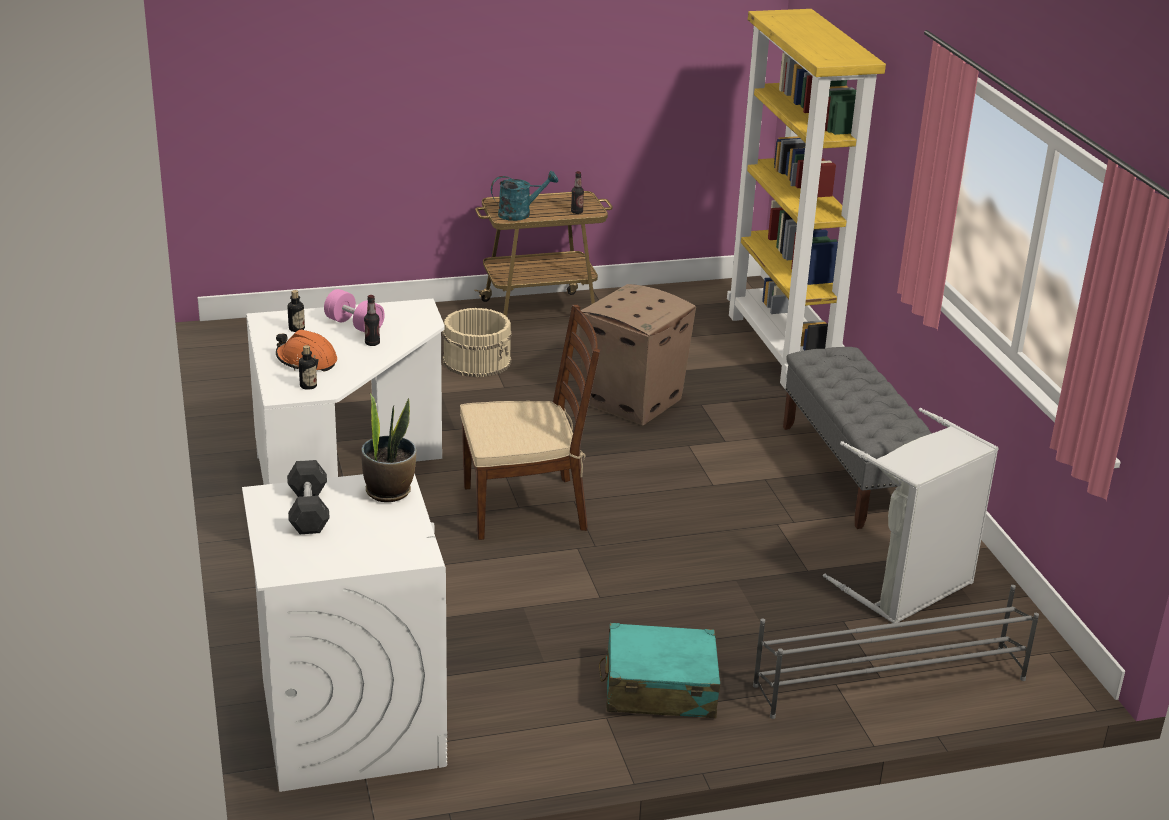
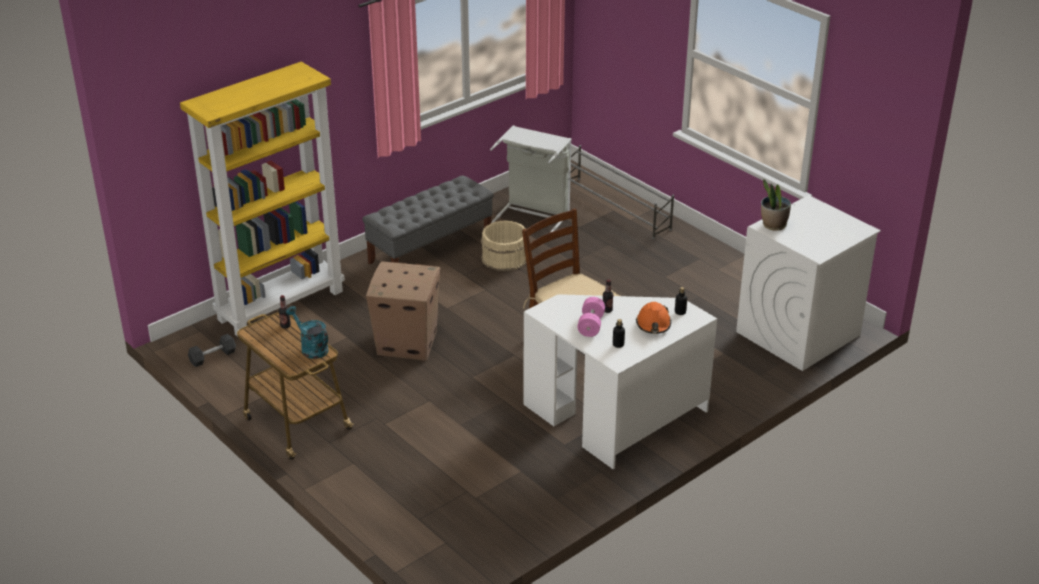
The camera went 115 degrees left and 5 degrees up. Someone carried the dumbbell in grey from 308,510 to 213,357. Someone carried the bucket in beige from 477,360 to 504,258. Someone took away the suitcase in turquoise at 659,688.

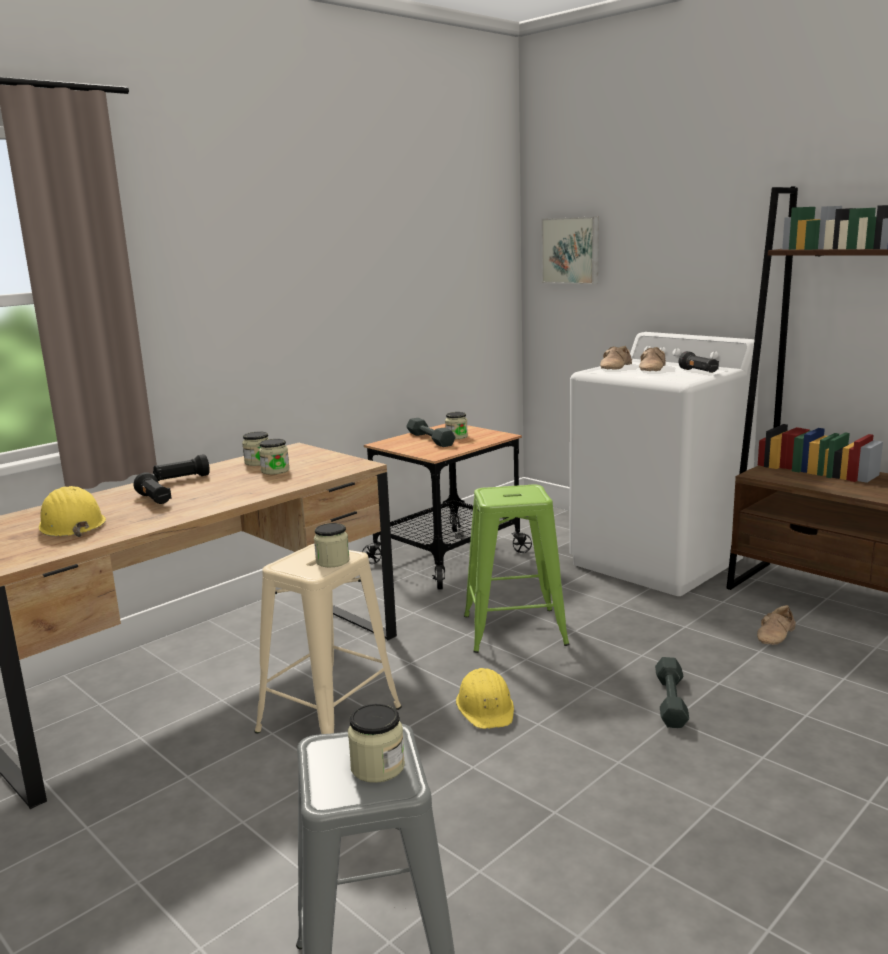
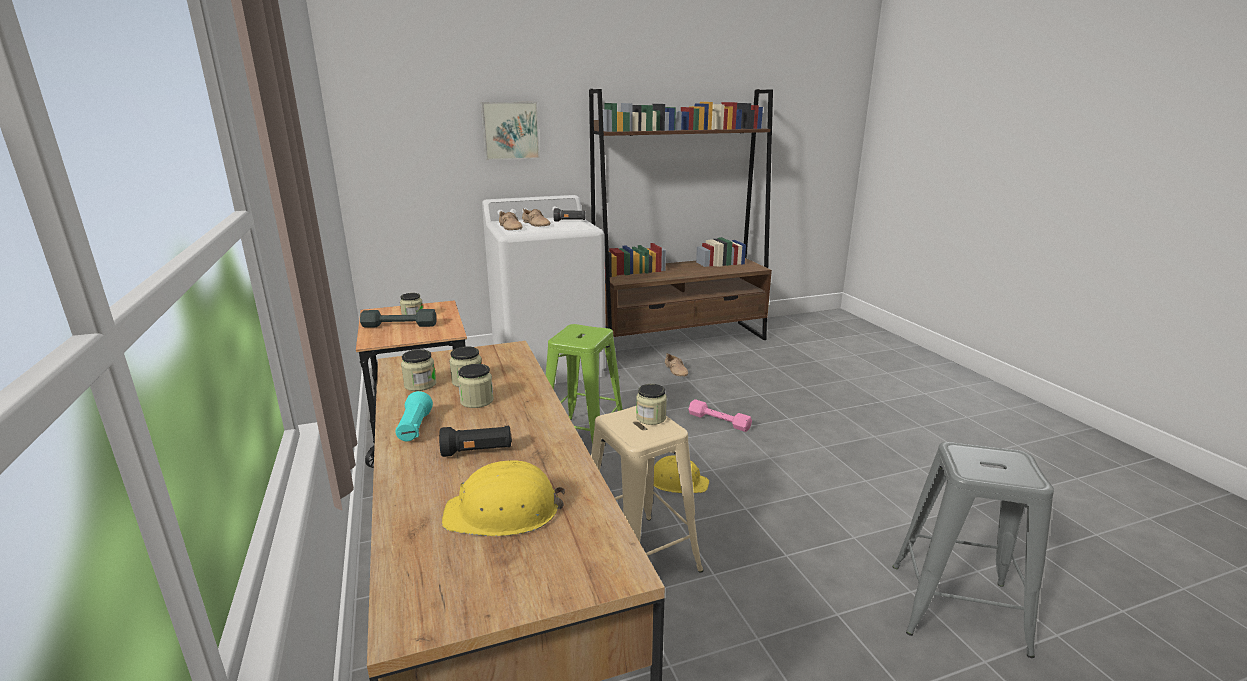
The camera went 65 degrees left and 5 degrees up. Someone repainted the flashlight in black at 182,479, which became the flashlight in turquoise at 414,429. Someone carried the jar from 377,767 to 477,401. Someone carried the picture from 571,250 to 510,130. Someone repainted the dumbbell in grey at 671,700, which became the dumbbell in pink at 719,421.

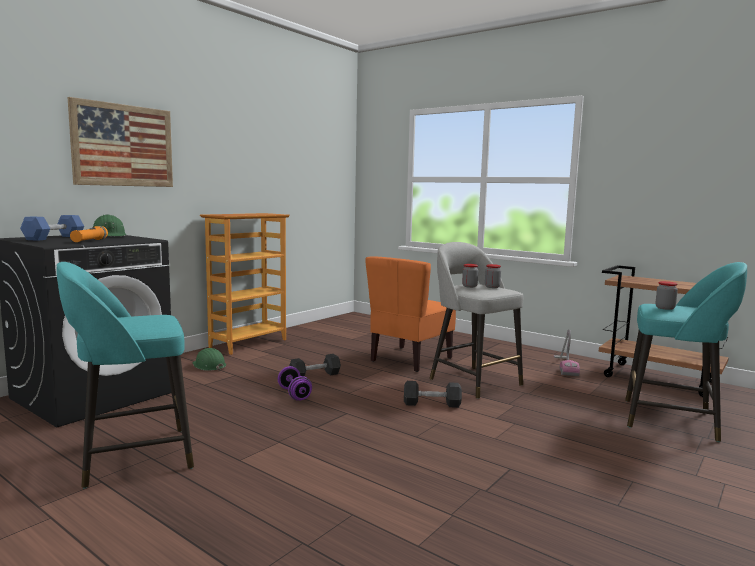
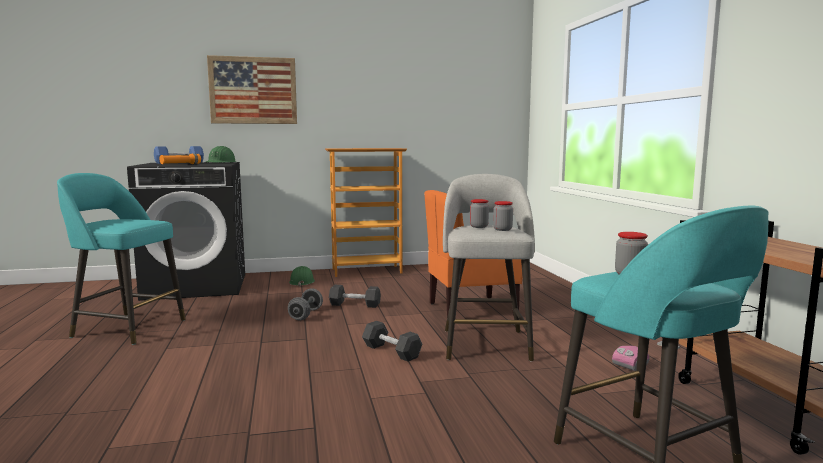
The camera went 40 degrees right and 0 degrees up. Someone repainted the dumbbell in purple at 294,394, which became the dumbbell in grey at 306,314.

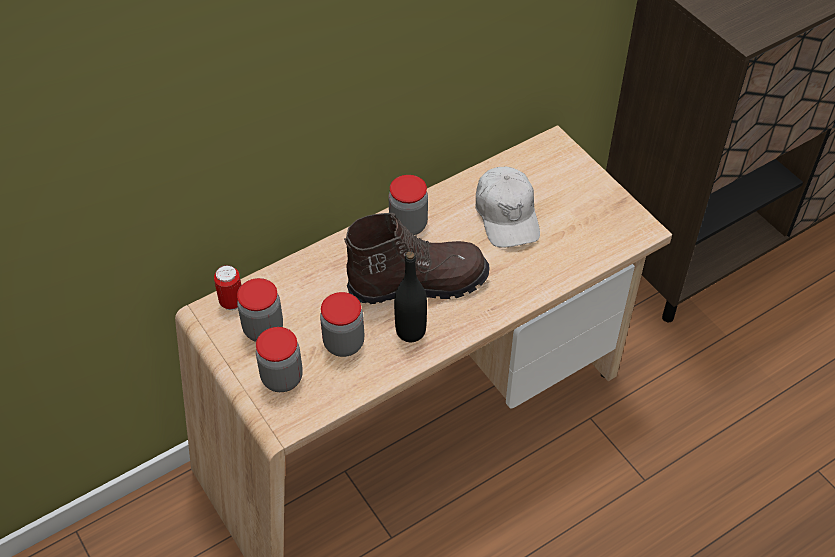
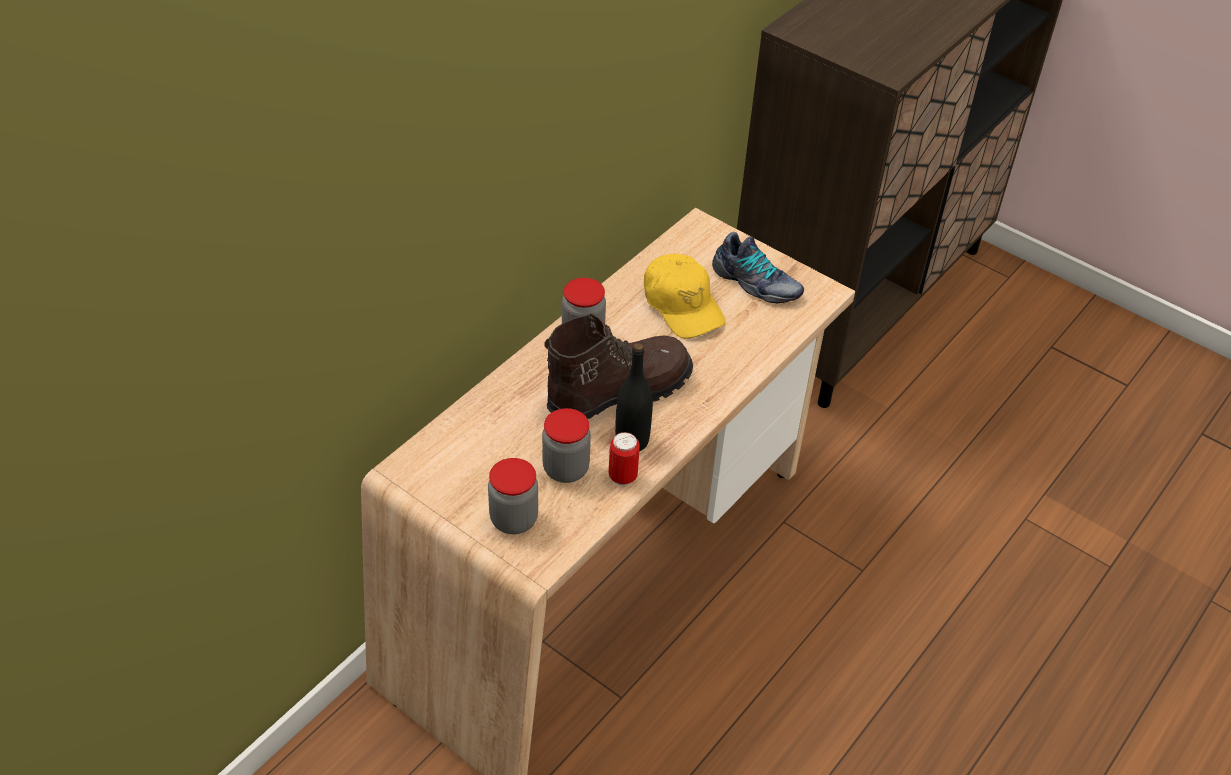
The camera went 20 degrees left and 5 degrees down. Someone carried the can from 232,302 to 622,477. Someone repainted the cap in white at 507,215, which became the cap in yellow at 682,305. Someone put down the shoe at 755,284. Someone took away the jar at 263,329.

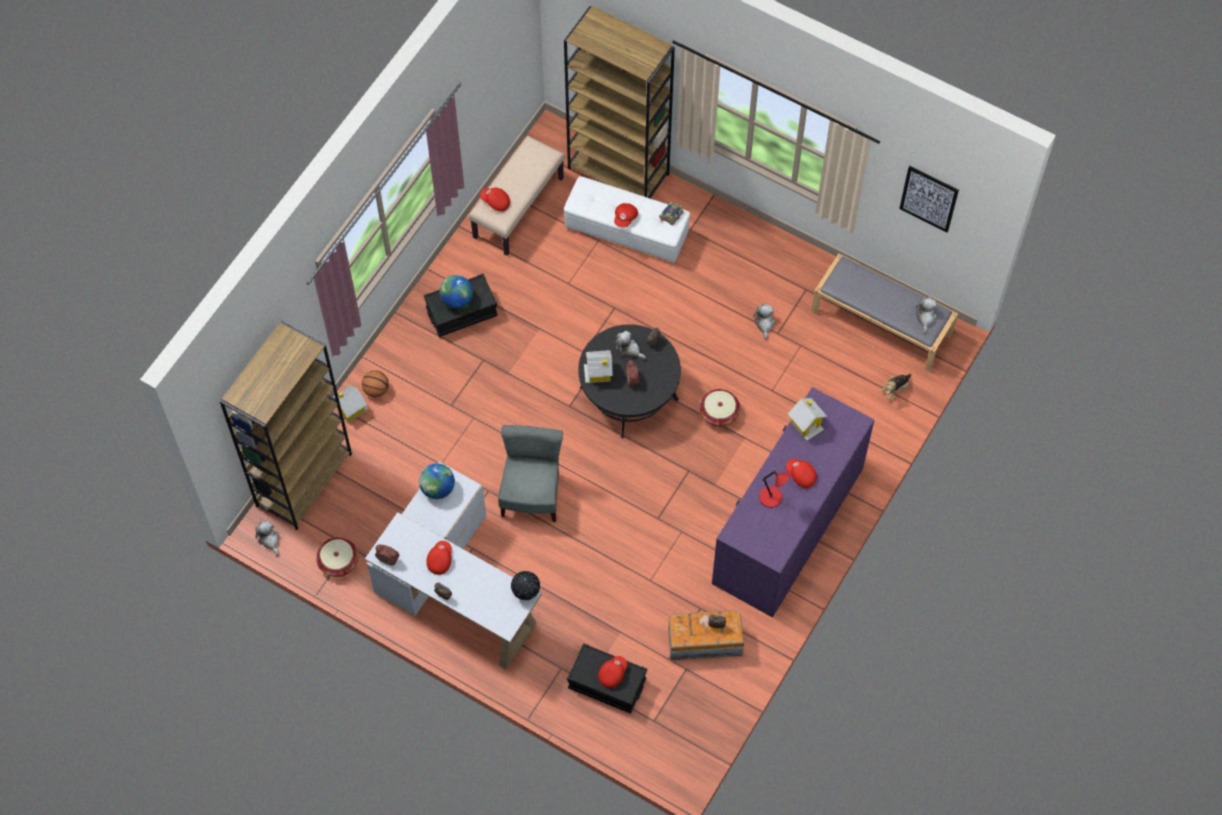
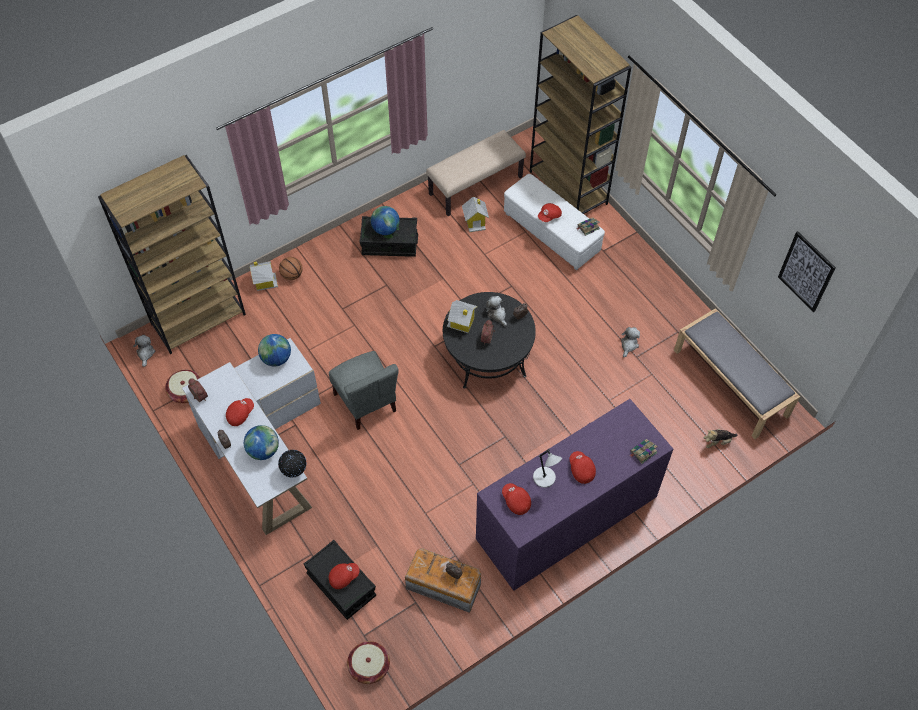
The camera went 25 degrees right and 5 degrees down. Someone put down the globe at 263,450. Someone rotated the chair in grey at 531,494 by 120 degrees clockwise. Someone carried the basket from 719,413 to 369,666. Someone carried the toy house from 806,424 to 475,222. Someone carried the cap in red from 495,202 to 515,501. Someone repainted the table lamp in red at 772,497, which became the table lamp in grey at 545,478. Someone put down the book at 643,452. Someone took away the plush toy at 925,317.

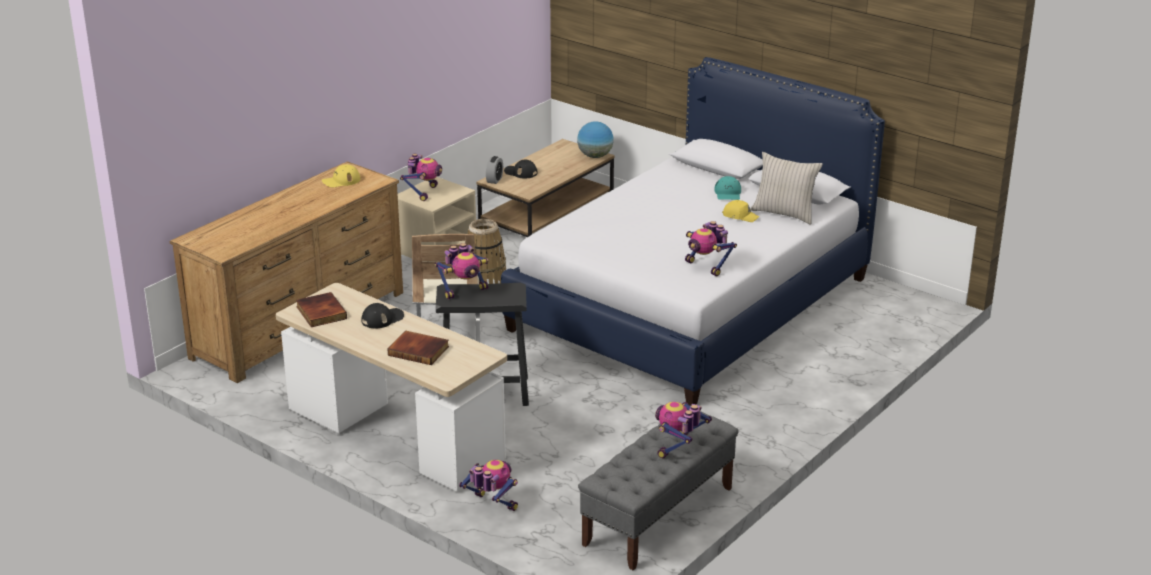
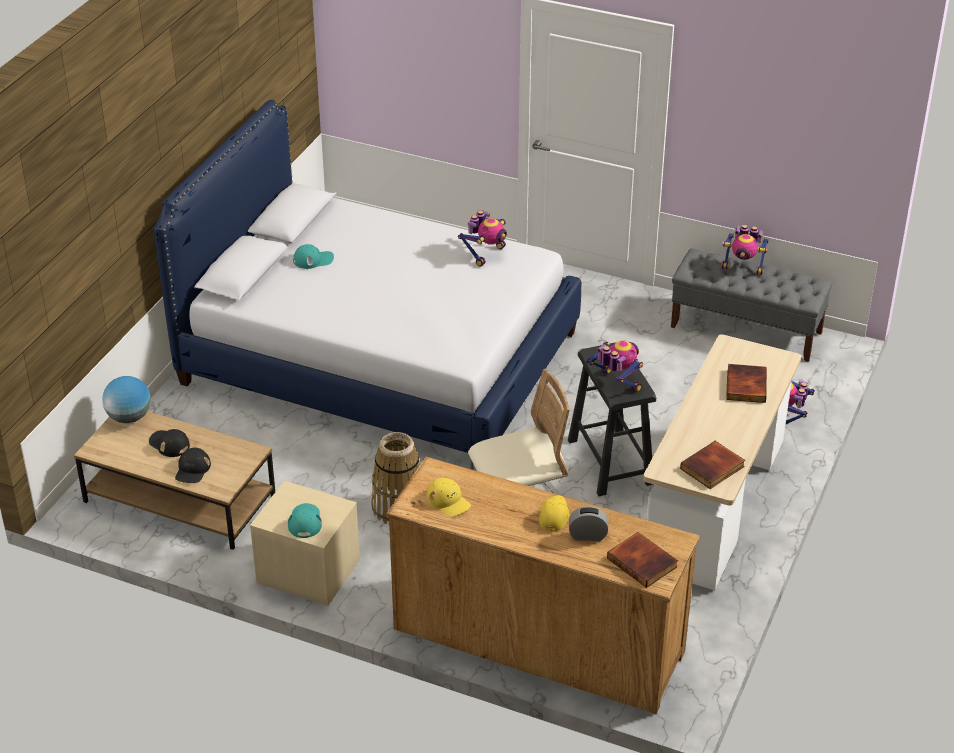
The camera went 105 degrees left and 10 degrees up. Someone carried the cap in black from 382,319 to 169,444. Someone swapped the toy robot at 423,192 for the cap in turquoise at 305,522. Someone carried the cap in yellow from 740,216 to 553,516. Someone carried the alarm clock from 494,180 to 588,536. Someone put down the book at 643,562. Someone took away the pillow in beige at 784,213.

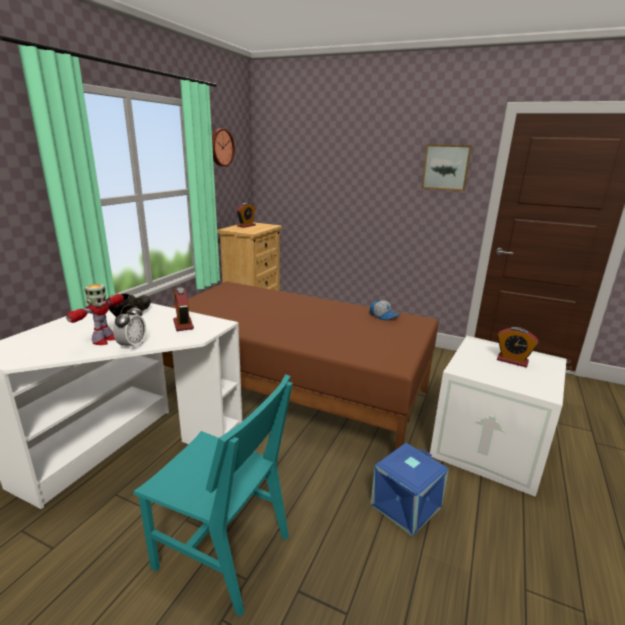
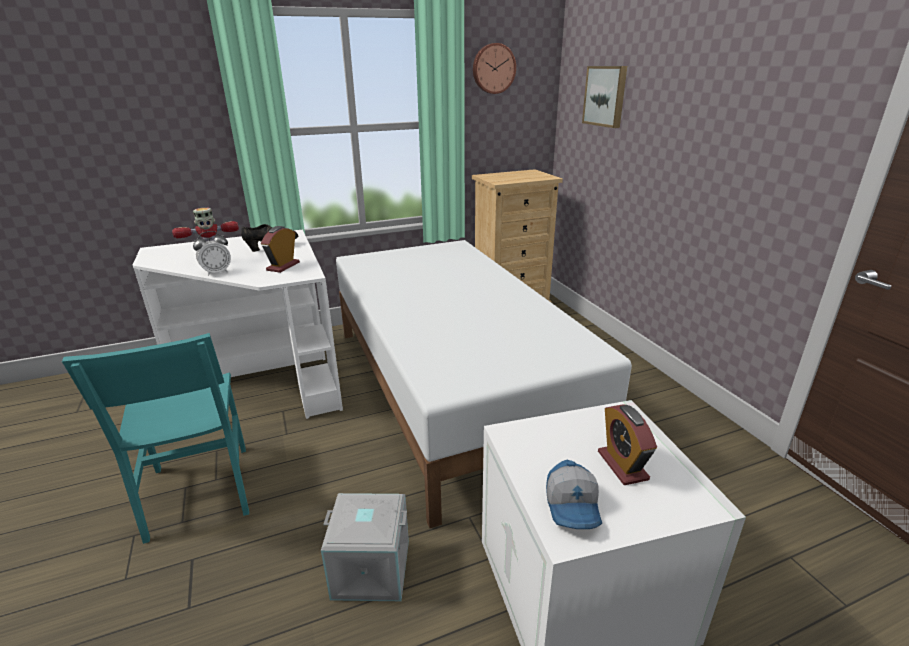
The camera went 45 degrees right and 5 degrees up. Someone repainted the storage box in blue at 406,507, which became the storage box in grey at 370,570. Someone repainted the bed in brown at 294,389, which became the bed in white at 453,388. Someone carried the cap from 384,316 to 573,506. Someone carried the picture from 446,167 to 606,96. Someone took away the alarm clock at 246,226.

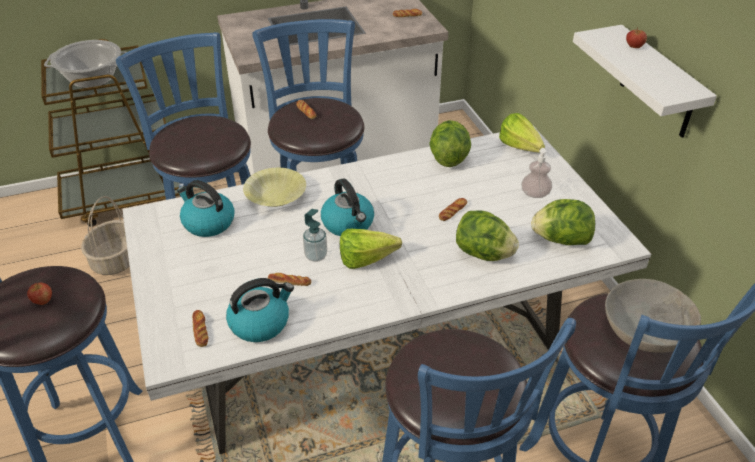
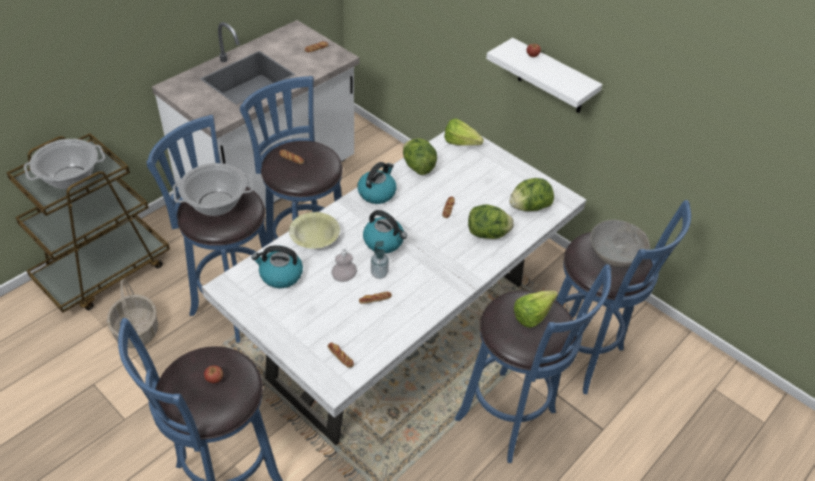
The camera went 30 degrees left and 5 degrees up. Someone put down the cooking pot at 215,204. Someone carried the soap dispenser from 535,194 to 344,277. Someone carried the kettle from 260,322 to 377,192. Someone carried the lettuce from 371,260 to 536,314.

